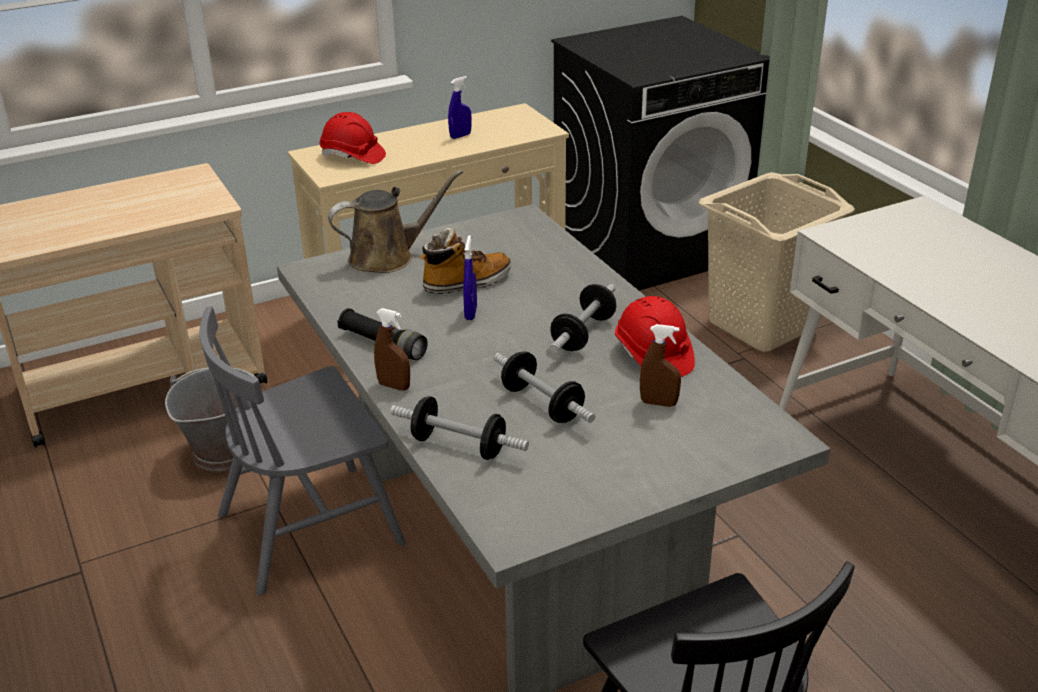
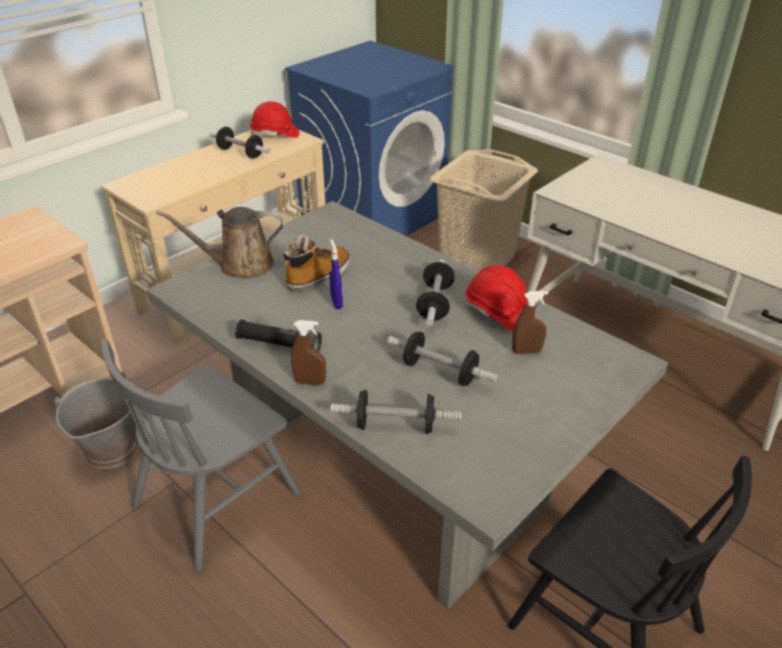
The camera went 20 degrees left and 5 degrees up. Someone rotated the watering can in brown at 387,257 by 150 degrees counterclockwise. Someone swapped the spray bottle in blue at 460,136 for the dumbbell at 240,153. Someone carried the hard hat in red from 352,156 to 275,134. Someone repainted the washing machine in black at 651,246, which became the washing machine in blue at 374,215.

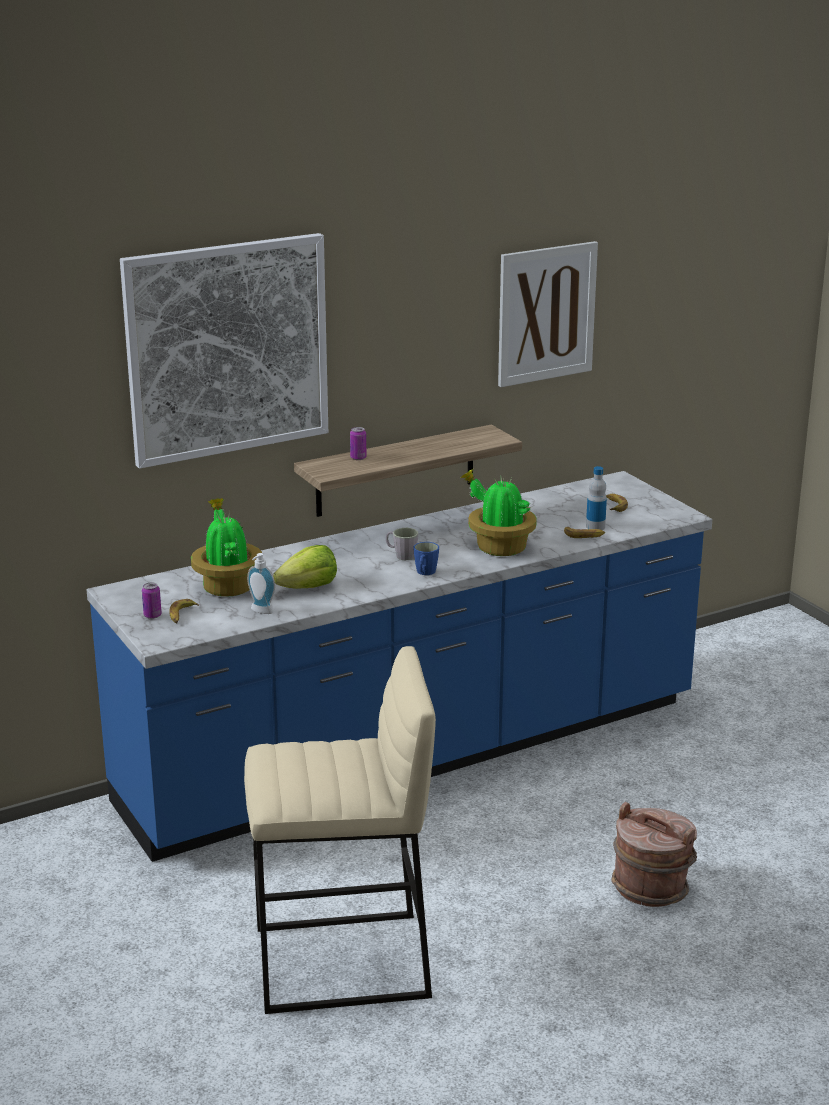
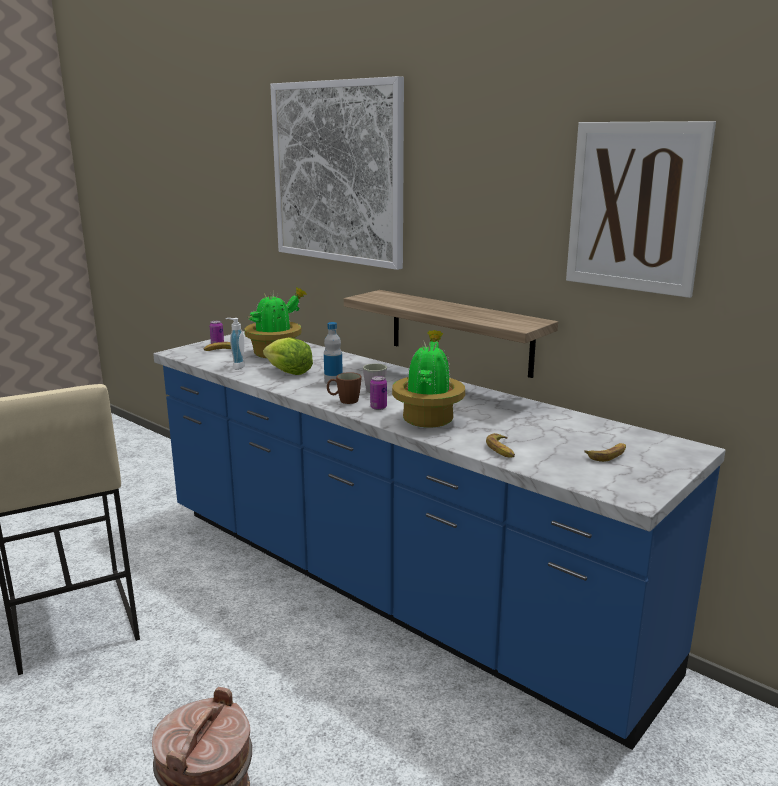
The camera went 70 degrees right and 5 degrees down. Someone carried the bottle from 595,527 to 333,382. Someone repainted the mug in blue at 425,573, which became the mug in brown at 344,401. Someone carried the can from 358,458 to 378,407.

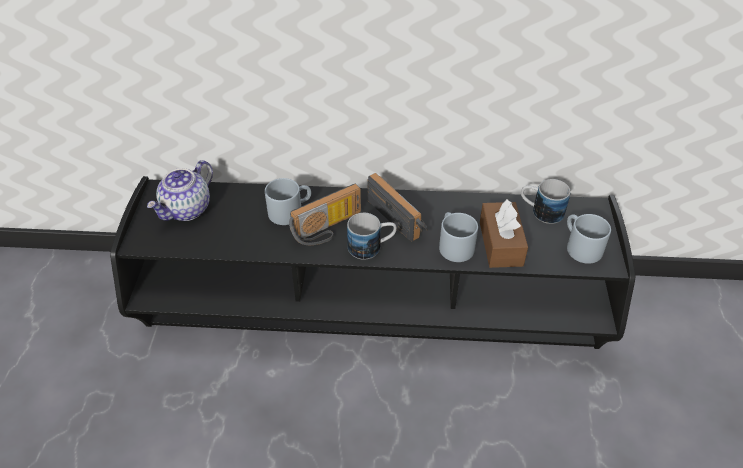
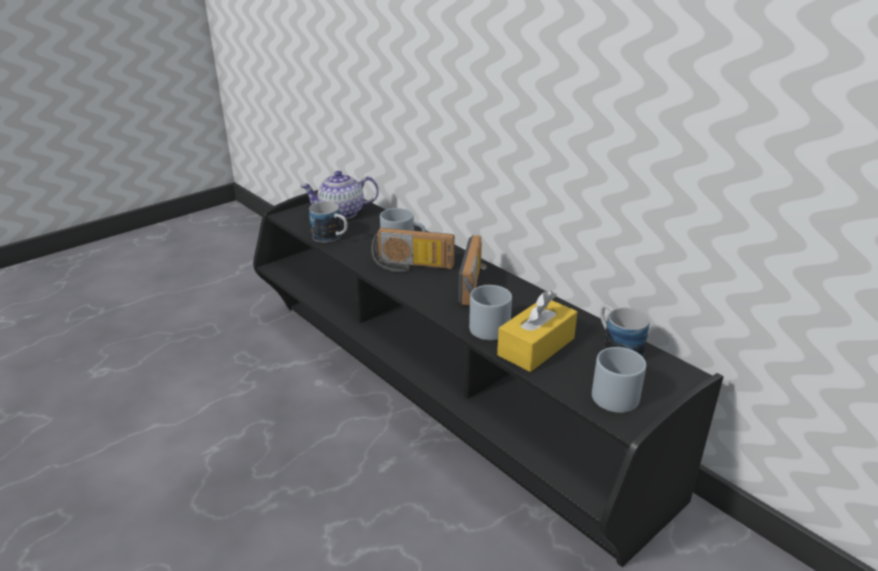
The camera went 45 degrees right and 15 degrees down. Someone carried the mug from 371,247 to 331,238. Someone repainted the tissue box in brown at 500,243, which became the tissue box in yellow at 536,347.

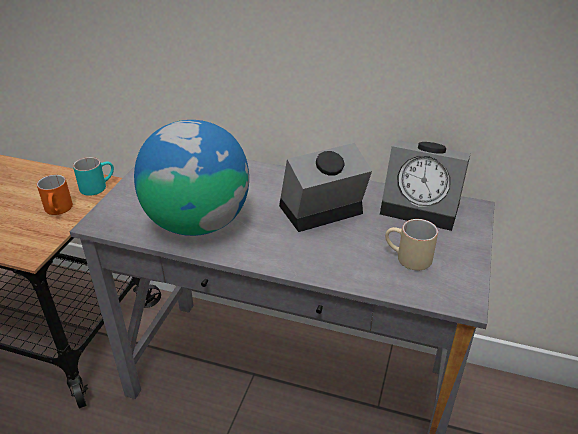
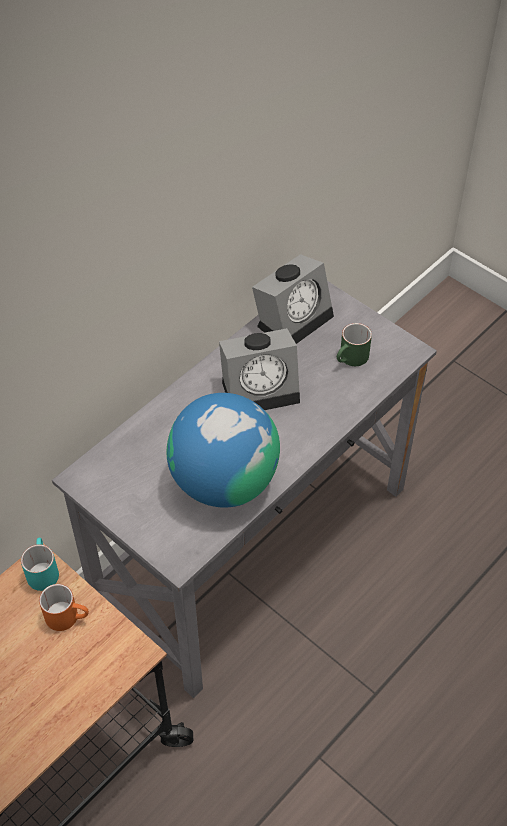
The camera went 65 degrees left and 15 degrees up. Someone rotated the alarm clock at 320,213 by 105 degrees counterclockwise. Someone repainted the mug in beige at 407,258, which became the mug in green at 351,359.

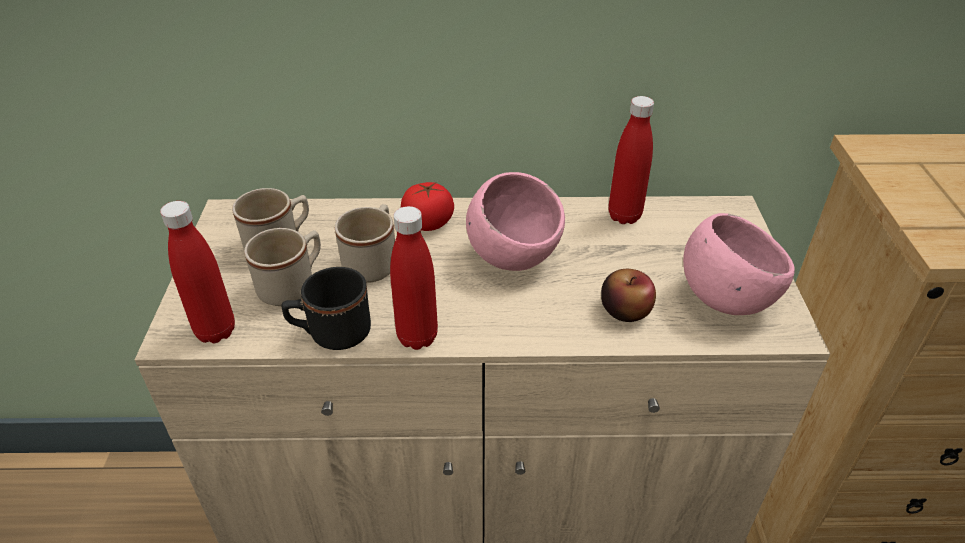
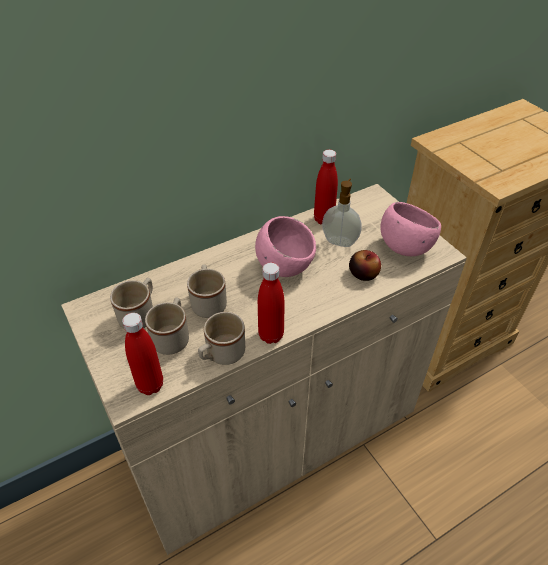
The camera went 30 degrees left and 5 degrees up. Someone repainted the mug in black at 331,334, which became the mug in beige at 221,355. Someone put down the soap dispenser at 340,241. Someone took away the tomato at 428,223.

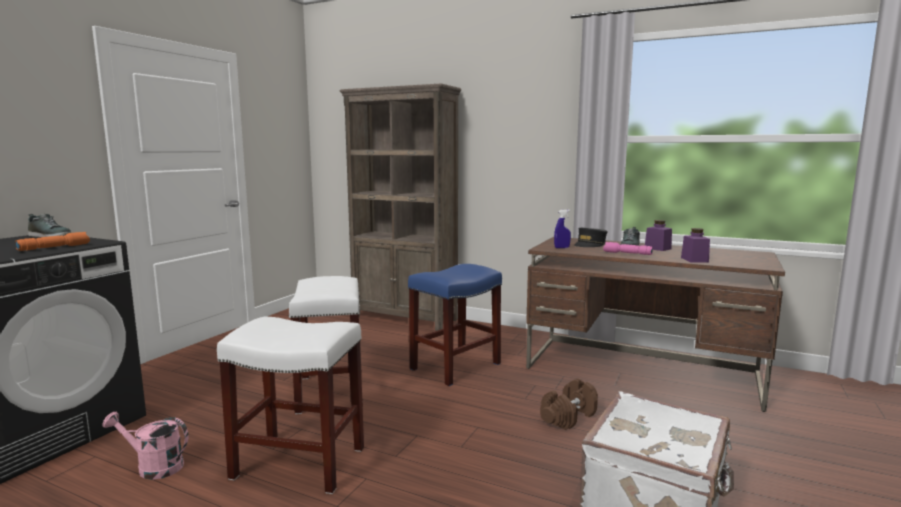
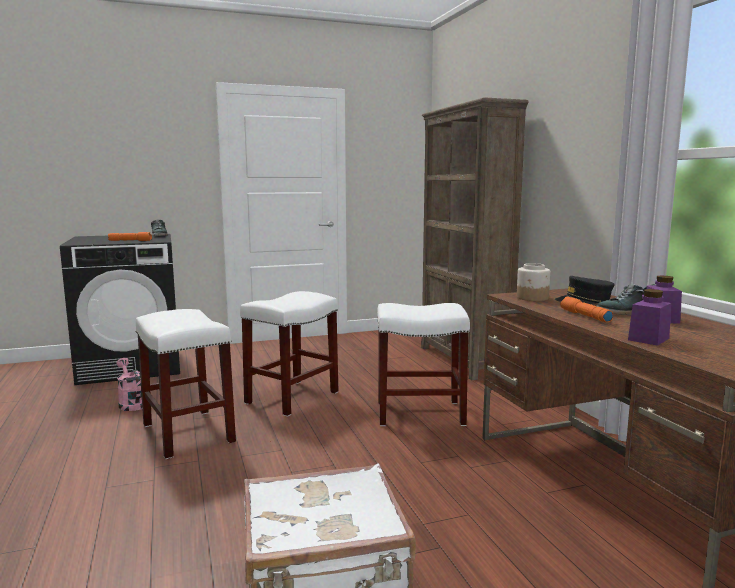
The camera went 45 degrees right and 0 degrees up. Someone repainted the stool in blue at 455,366, which became the stool in white at 421,413. Someone swapped the spray bottle in blue at 562,248 for the jar at 532,298. Someone repainted the flashlight in pink at 626,253, which became the flashlight in orange at 584,316. Someone took away the dumbbell in brown at 569,417.

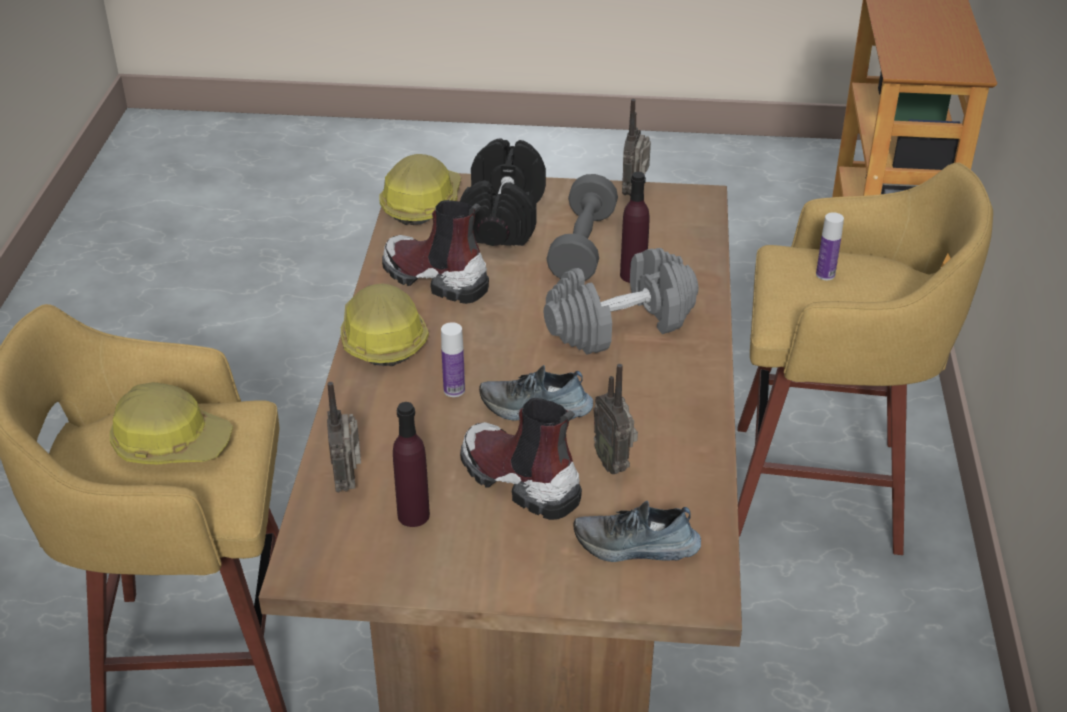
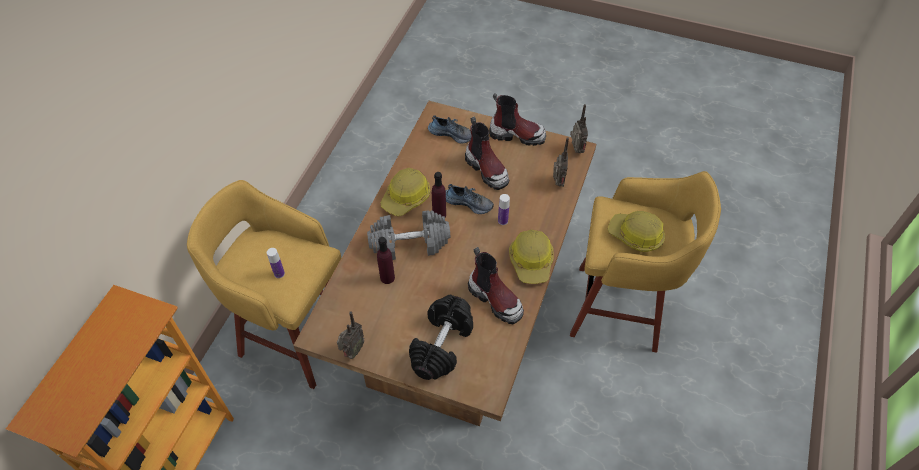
The camera went 165 degrees left and 15 degrees up. Someone carried the hard hat from 421,203 to 406,198. Someone carried the bottle in purple from 413,515 to 439,214. Someone put down the boot at 517,135. Someone carried the radio from 614,463 to 576,151. Someone took away the dumbbell in grey at 582,247.

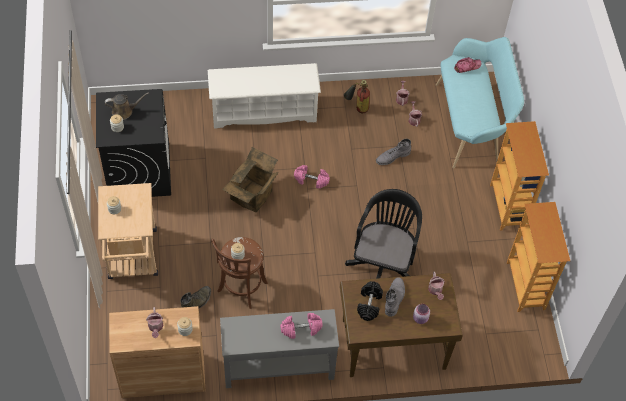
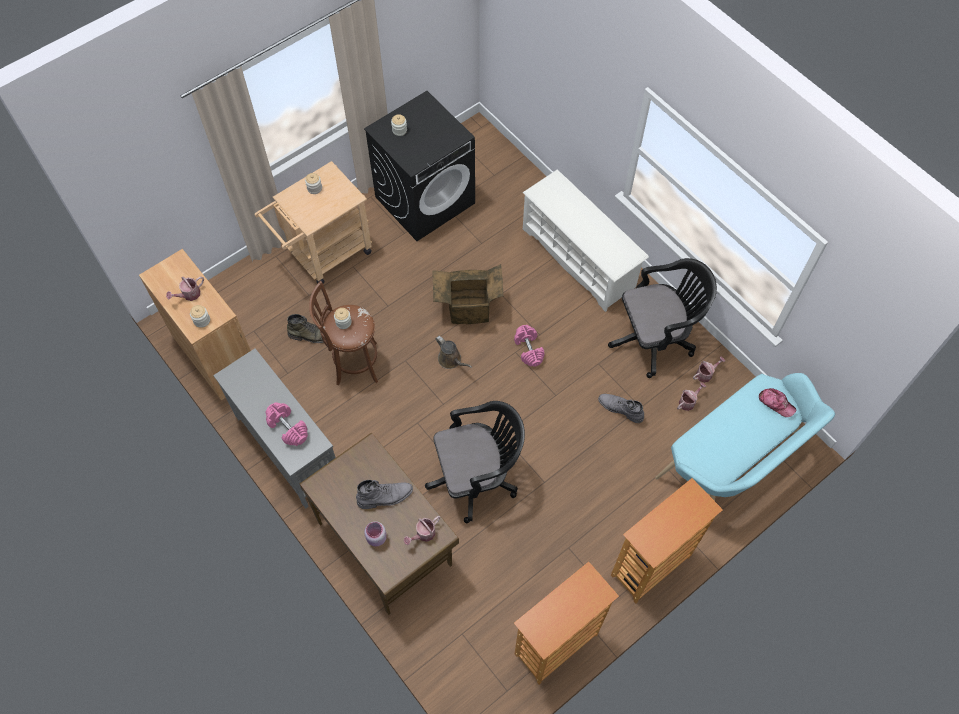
The camera went 60 degrees right and 5 degrees up. Someone carried the watering can in brown from 124,111 to 451,360. Someone swapped the fire extinguisher at 357,108 for the office chair in black at 655,338. Someone took away the dumbbell in black at 369,304.

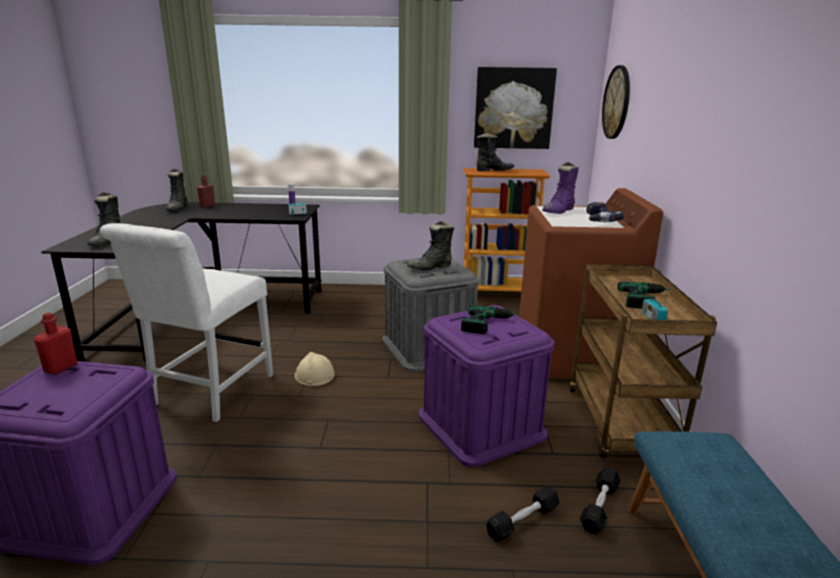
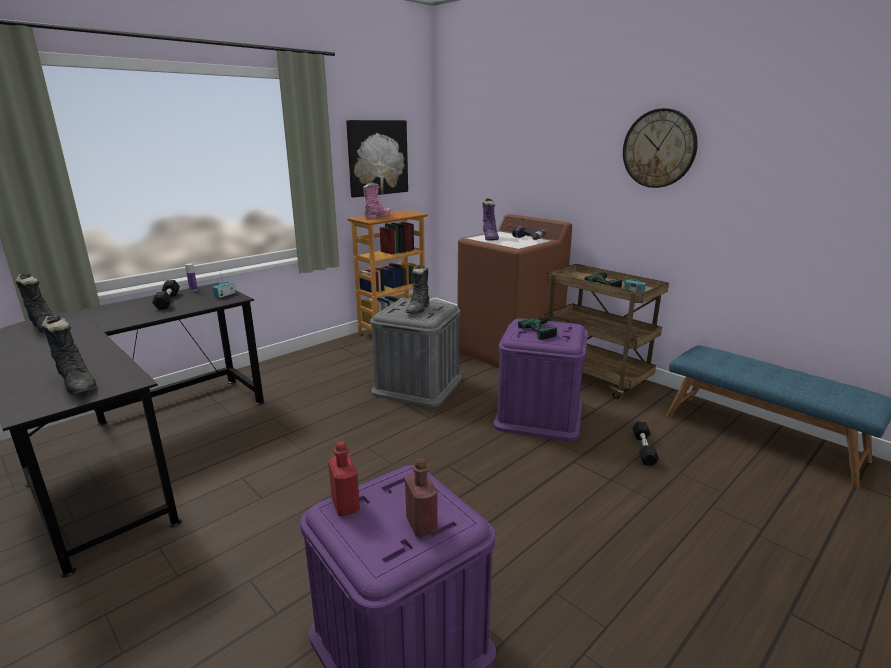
The camera went 45 degrees left and 0 degrees up. Someone carried the dumbbell in black from 599,507 to 168,301. Someone repainted the boot in black at 493,170, which became the boot in pink at 377,216. Someone carried the bottle in red from 207,206 to 421,525. Someone carried the wall clock from 617,102 to 659,148. Someone took away the chair in white at 209,393. Someone took away the hard hat in beige at 314,375.

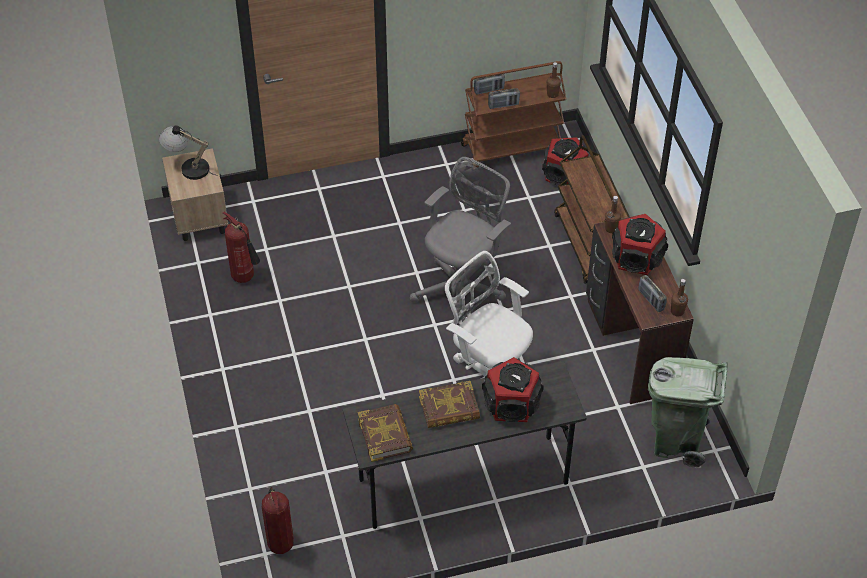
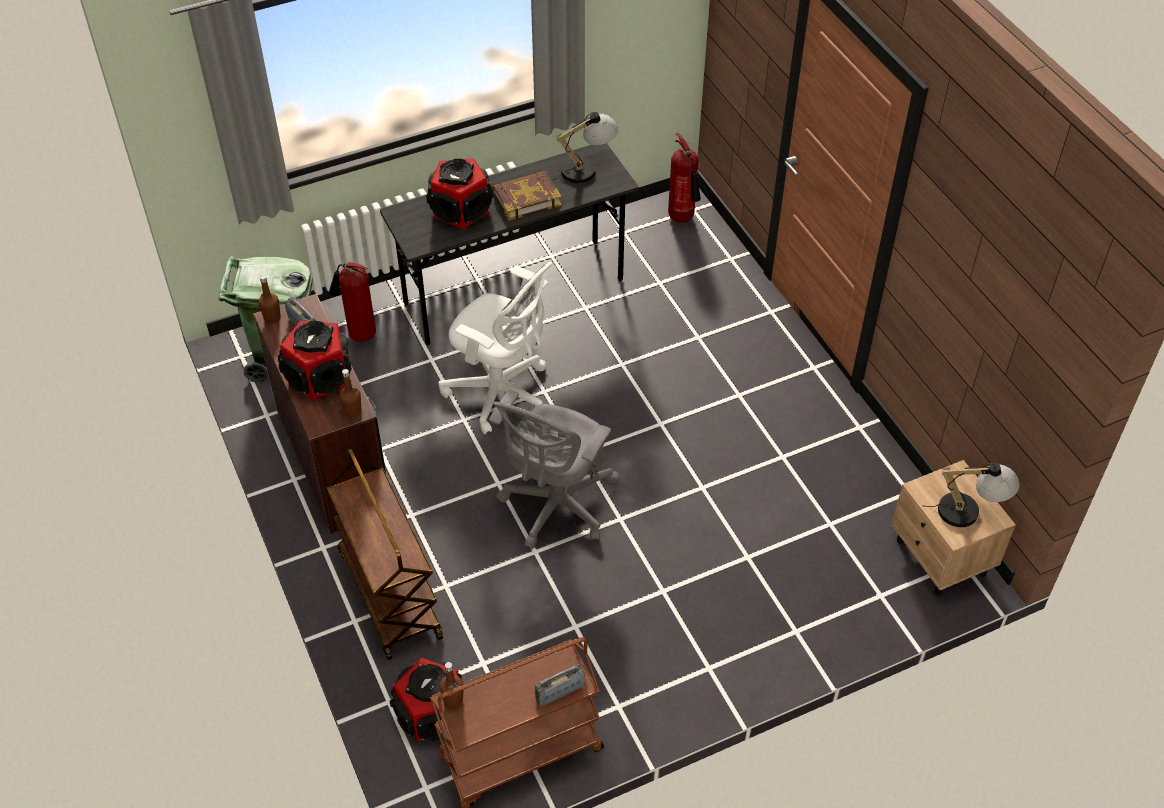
The camera went 170 degrees right and 0 degrees up. Someone carried the fire extinguisher from 245,278 to 359,334. Someone swapped the book at 385,435 for the table lamp at 587,169. Someone took away the radio at 503,105.

